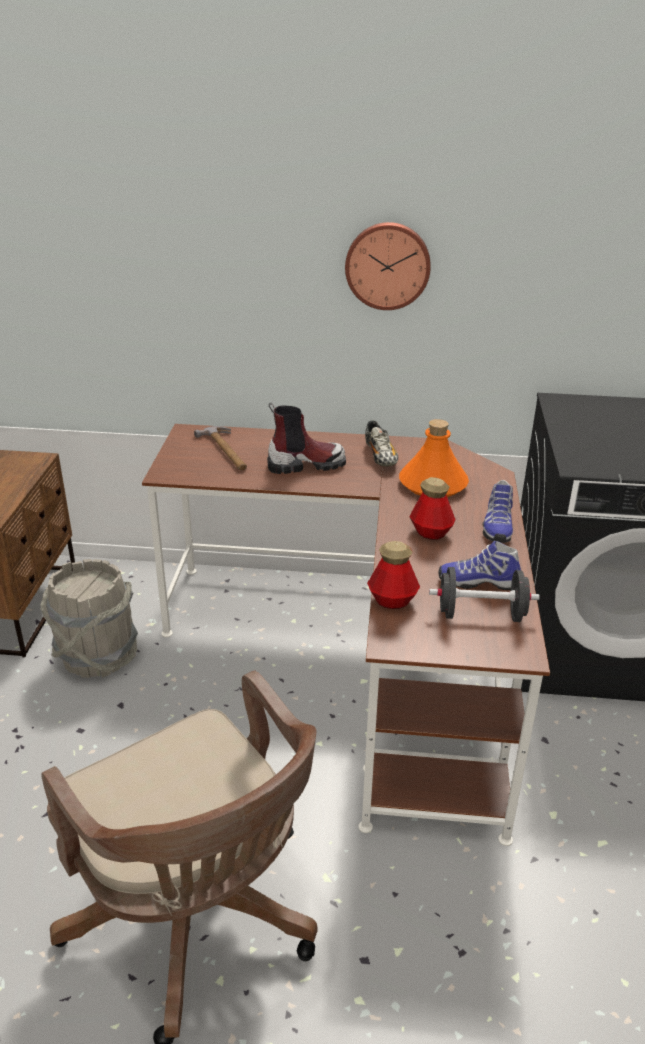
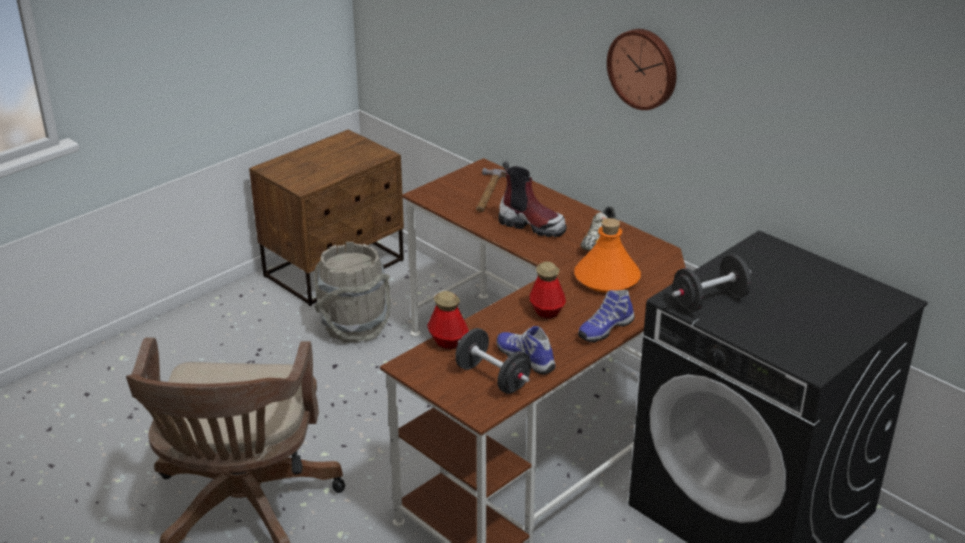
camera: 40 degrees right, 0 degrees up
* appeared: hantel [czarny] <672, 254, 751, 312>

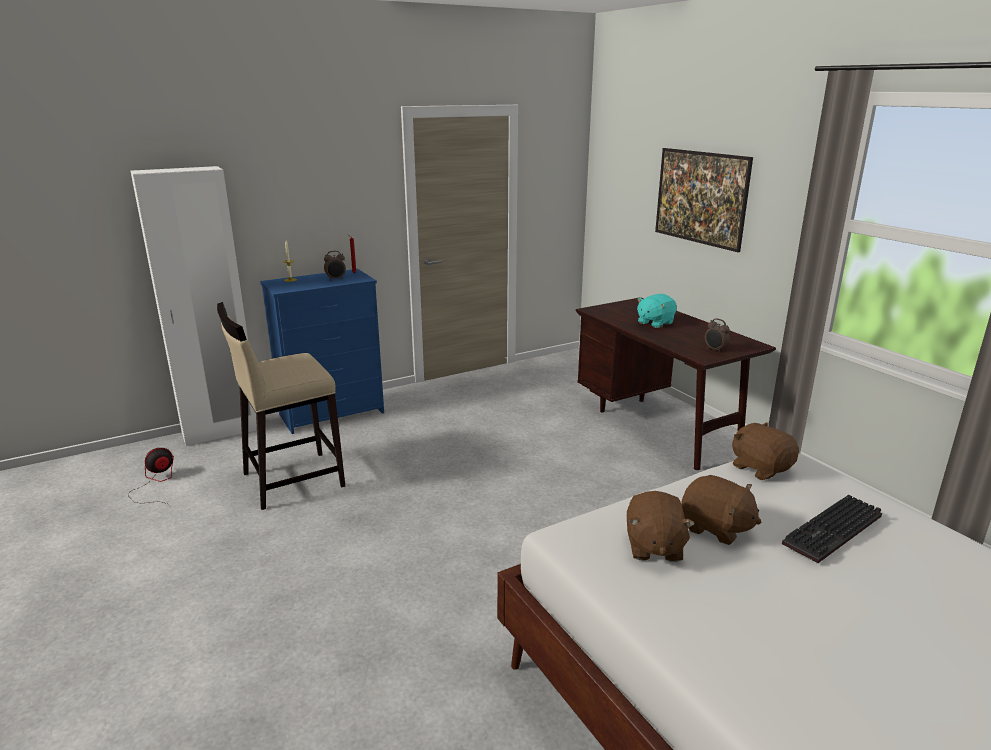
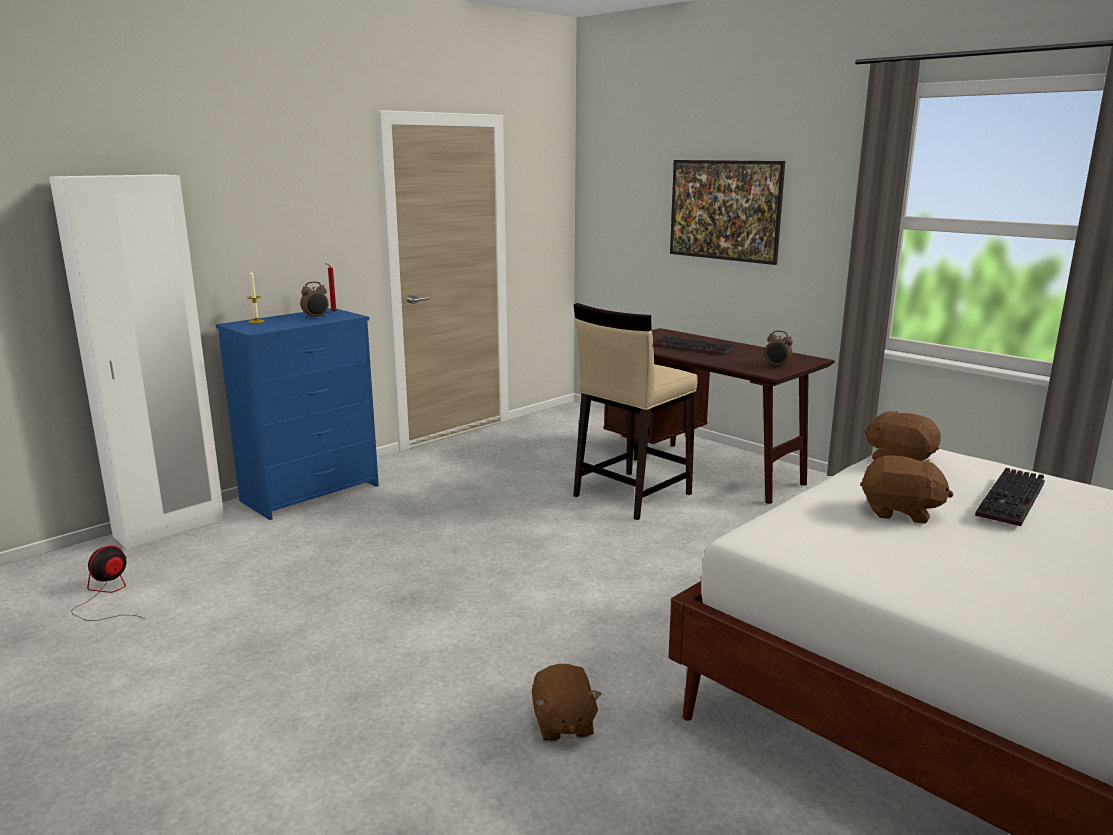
camera: 15 degrees left, 5 degrees down
* relocated: pluszak [brązowy] <627, 491, 695, 562> to <532, 664, 602, 742>
* relocated: stołek [beżowy] <217, 302, 345, 510> to <573, 303, 698, 520>
* exchanged: pluszak [turkusowy] <637, 294, 677, 328> to klawiatura <654, 336, 734, 355>

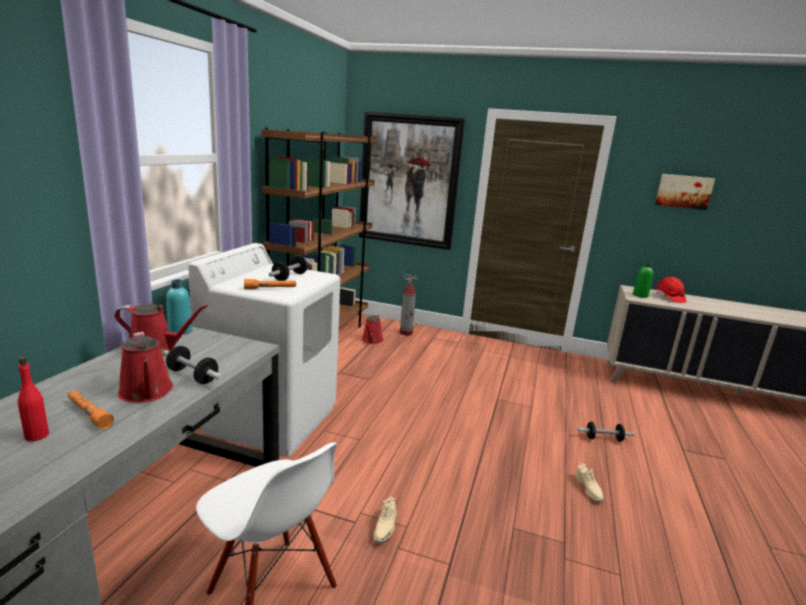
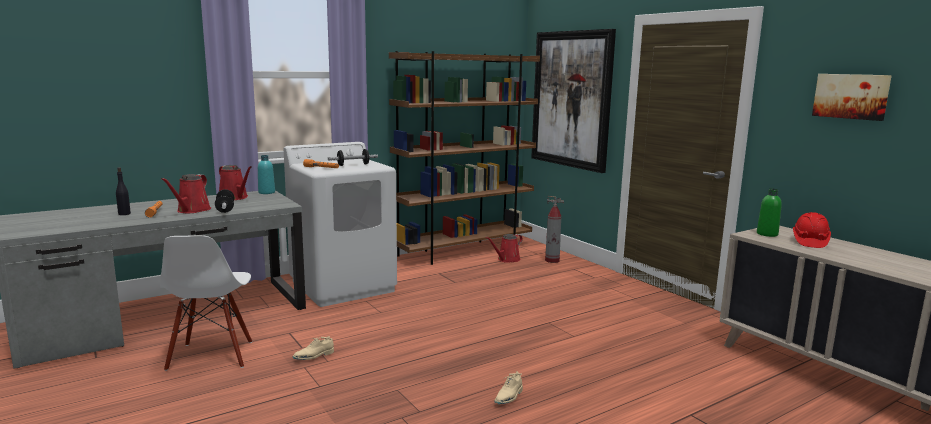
camera: 40 degrees right, 5 degrees down
* colour: butelka [czerwony] <18, 357, 49, 441> to butelka [czarny] <116, 167, 131, 215>
* missing: hantel <577, 422, 635, 442>

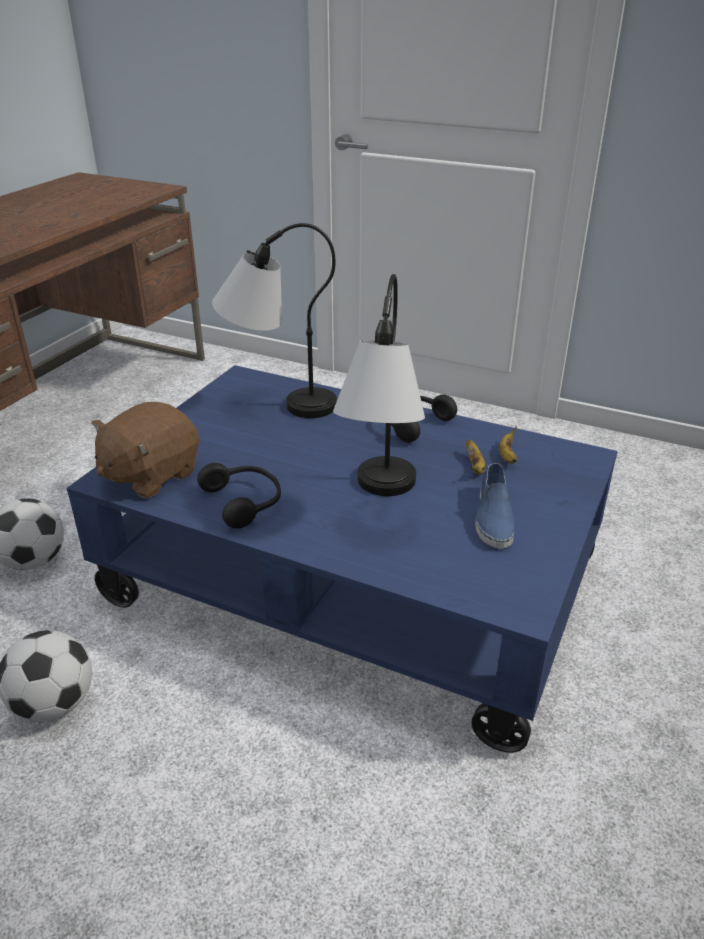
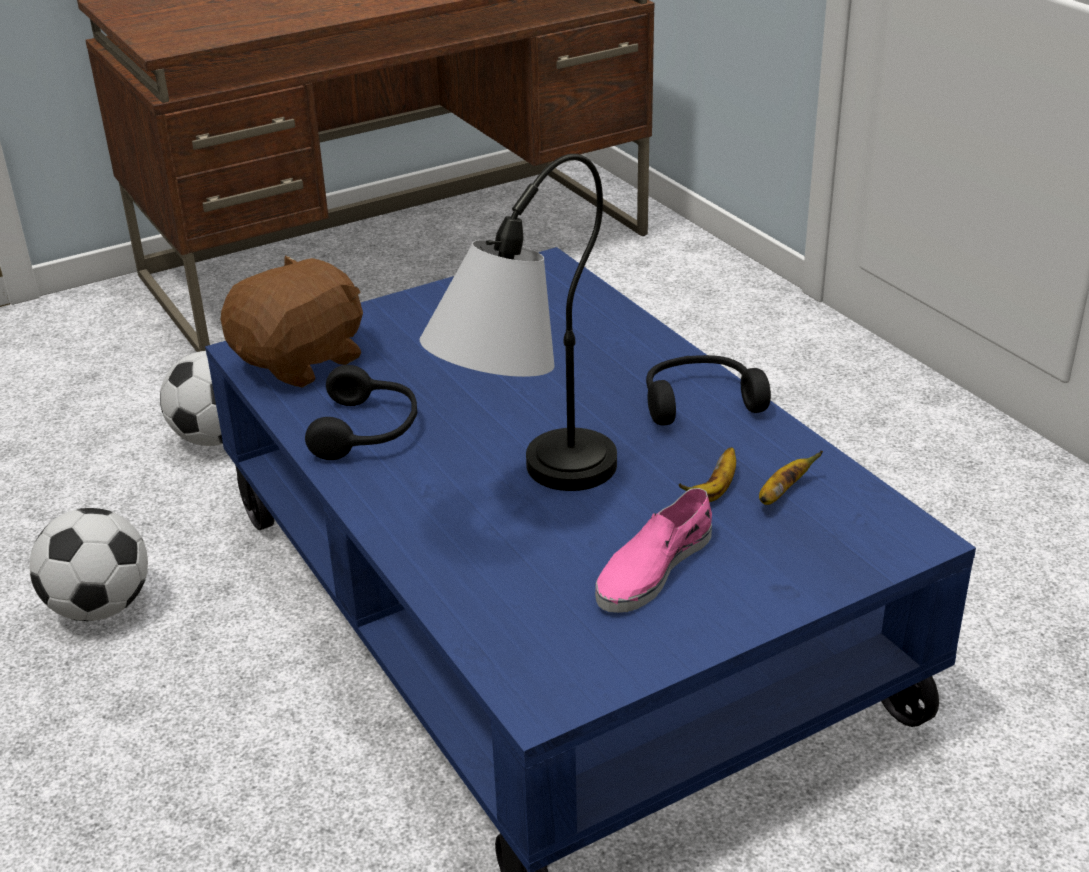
camera: 35 degrees right, 0 degrees up
* spun: pluszak [brązowy] <92, 402, 199, 498> = <221, 255, 363, 388> 150 degrees clockwise
* colour: but [niebieski] <475, 463, 514, 549> to but [różowy] <595, 488, 712, 613>
* missing: lampa stołowa <212, 223, 337, 418>

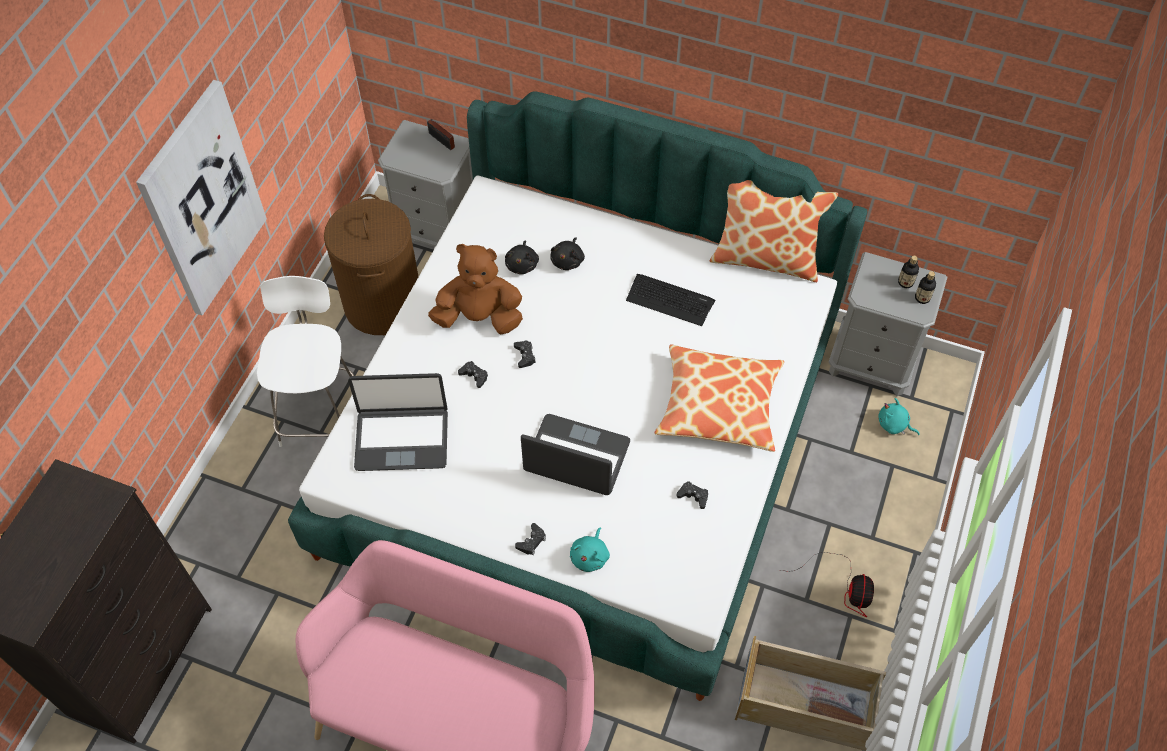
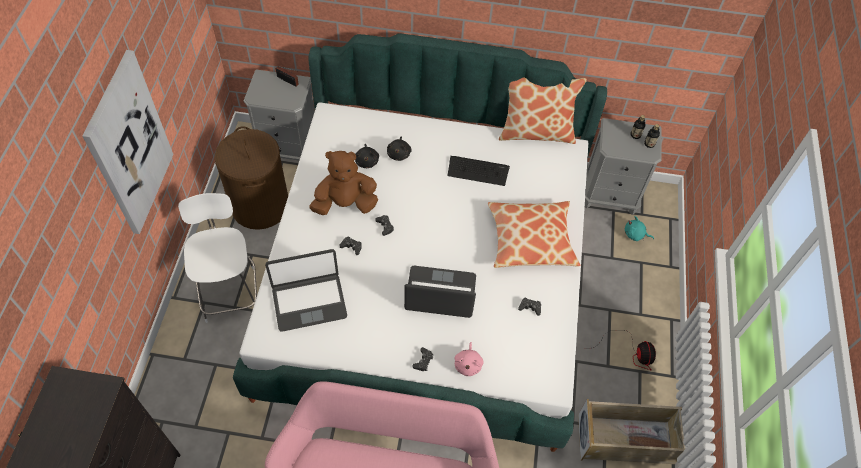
camera: 15 degrees left, 0 degrees up
* colour: pluszak [turkusowy] <570, 528, 610, 572> to pluszak [różowy] <455, 342, 484, 376>

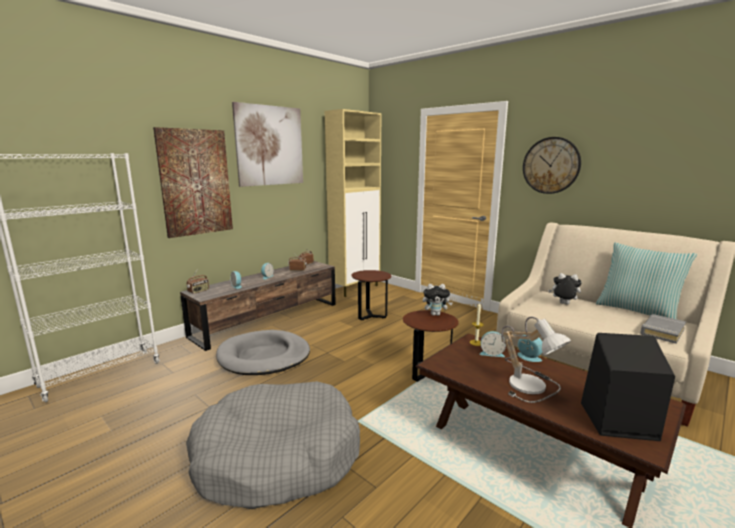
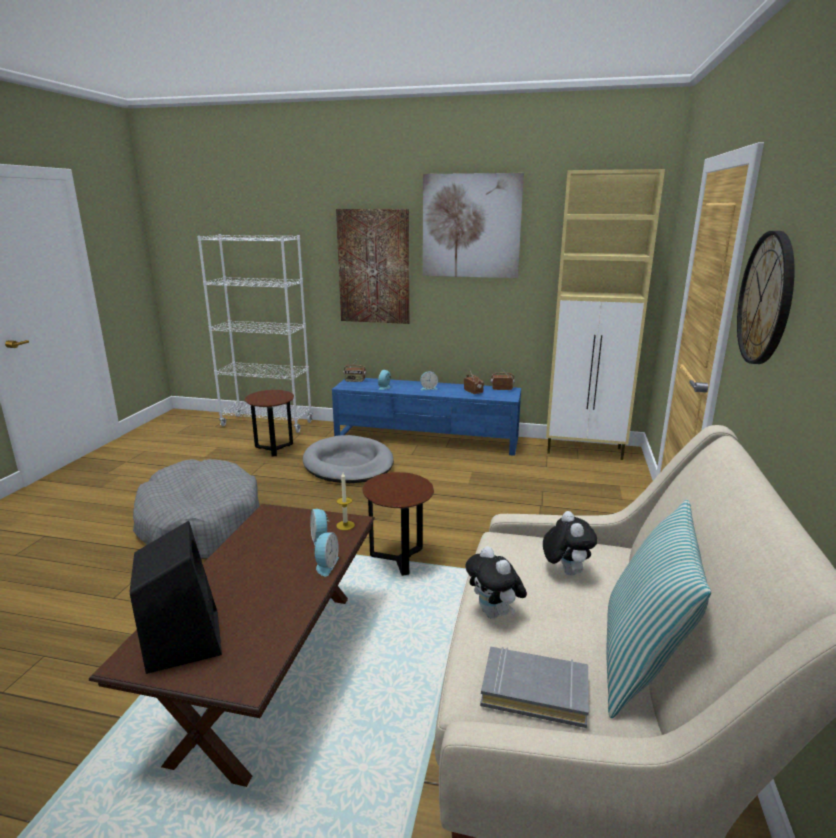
camera: 60 degrees right, 5 degrees up
* relocated: stolik [brązowy] <351, 270, 392, 320> to <245, 390, 294, 457>
* colour: szafka pod telewizor [brązowy] <180, 261, 336, 351> to szafka pod telewizor [niebieski] <332, 378, 521, 456>
* relocated: pluszak <423, 284, 452, 316> to <465, 546, 527, 619>
* missing: lampa stołowa <501, 317, 571, 403>

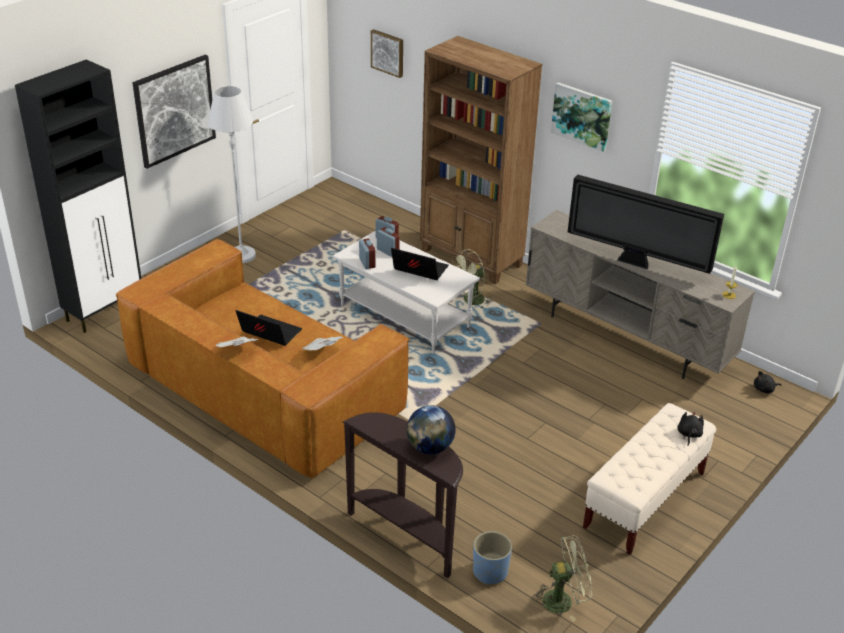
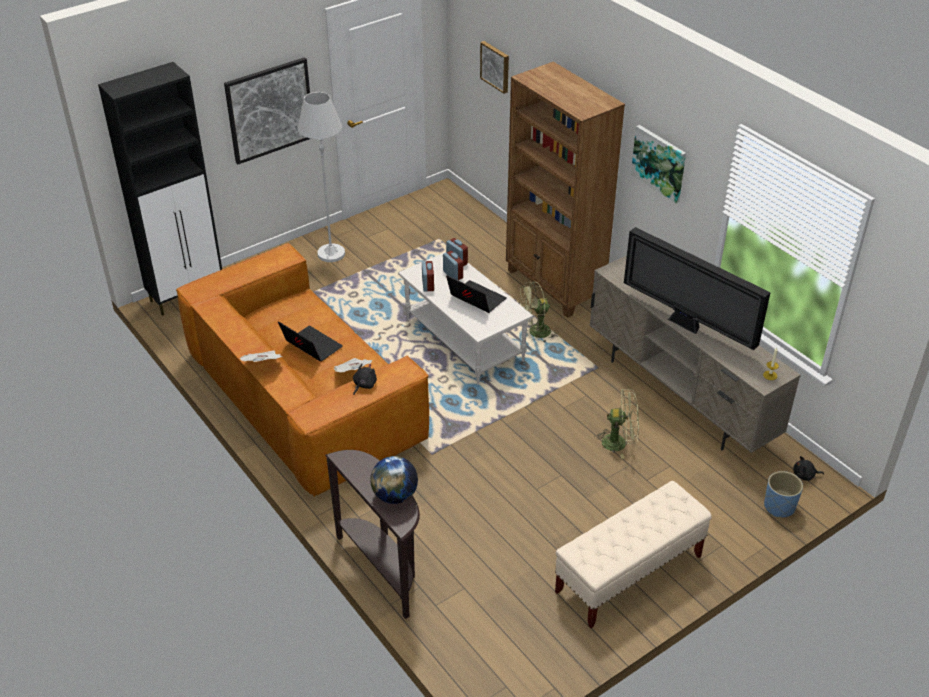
camera: 15 degrees right, 5 degrees up
* relocated: pluszak [czarny] <677, 411, 704, 446> to <353, 364, 377, 395>
* relocated: wentylator [zielony] <532, 535, 592, 622> to <594, 389, 639, 459>
* relocated: donica [niebieski] <473, 531, 512, 585> to <764, 471, 803, 517>

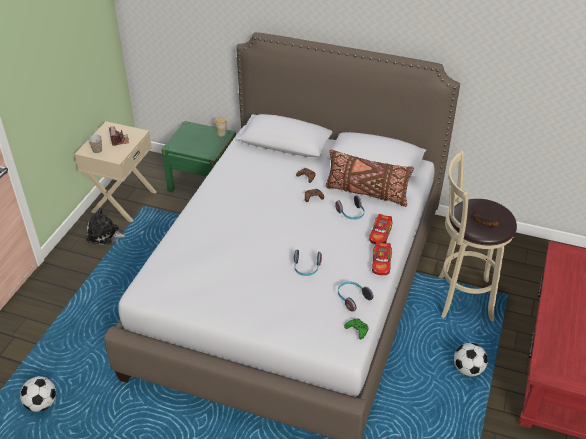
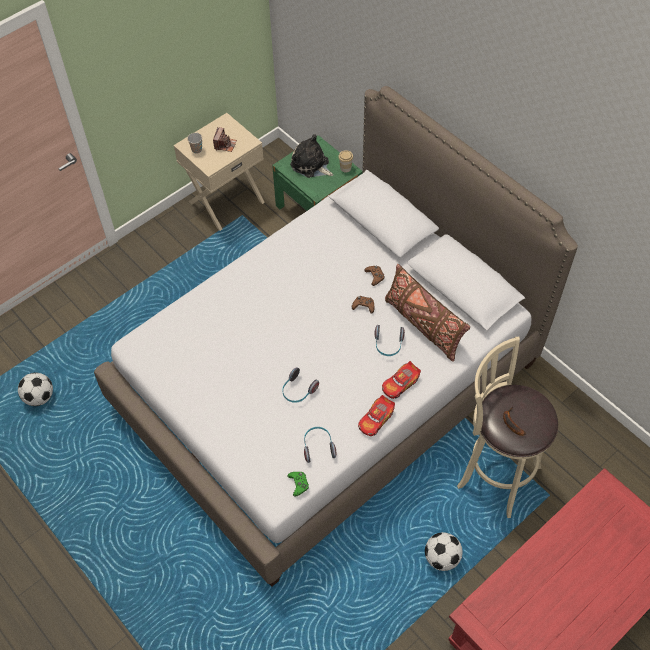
camera: 30 degrees right, 15 degrees up
* relocated: pluszak <87, 208, 126, 245> to <290, 134, 334, 178>

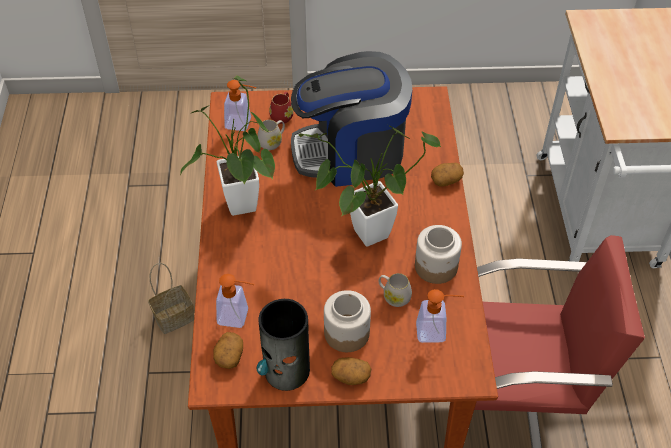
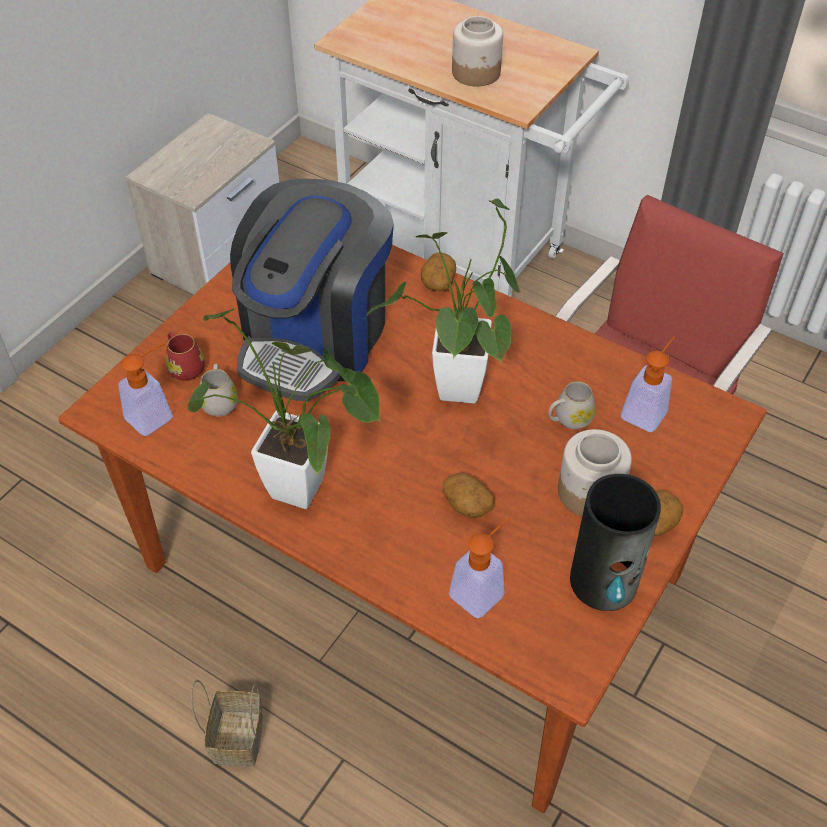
camera: 55 degrees left, 0 degrees up
* appeared: szafka nocna <125, 113, 279, 294>
* relocated: ziemniak <213, 332, 243, 369> to <442, 473, 495, 518>
* relocated: słoik <415, 225, 462, 284> to <452, 16, 503, 86>

